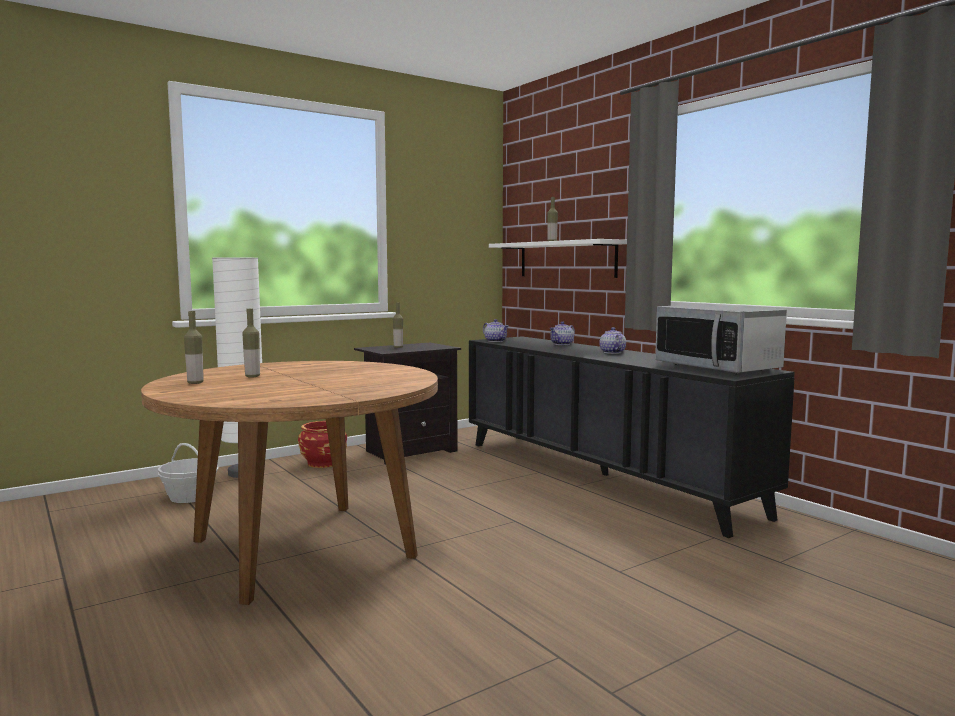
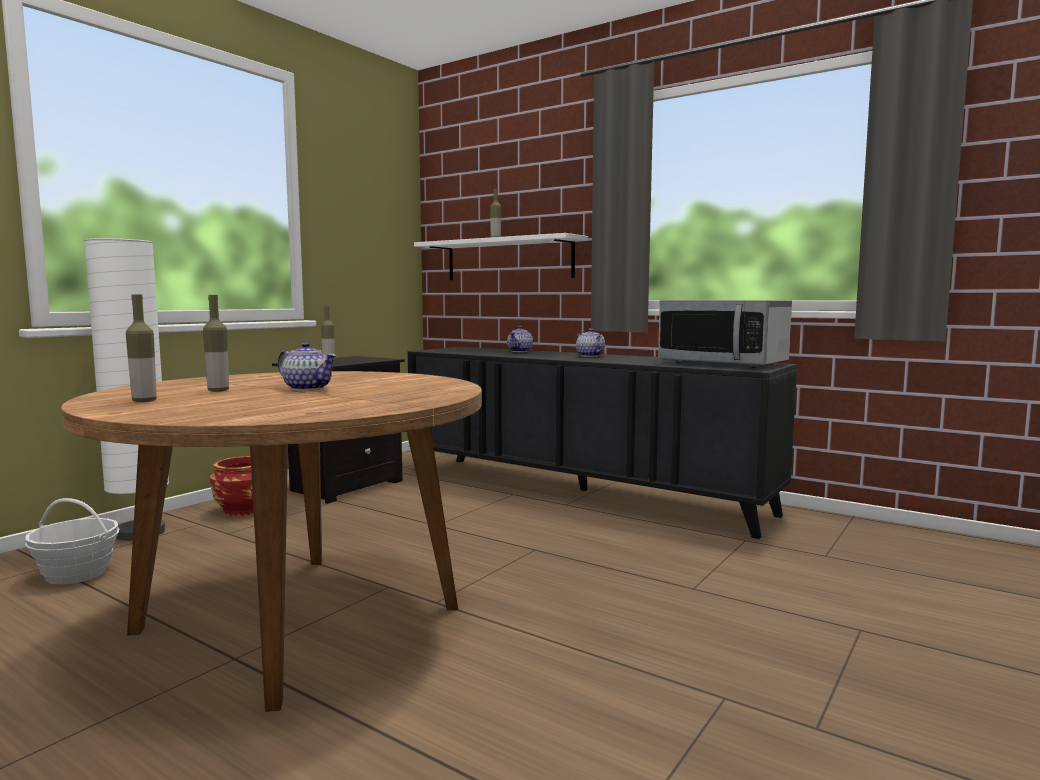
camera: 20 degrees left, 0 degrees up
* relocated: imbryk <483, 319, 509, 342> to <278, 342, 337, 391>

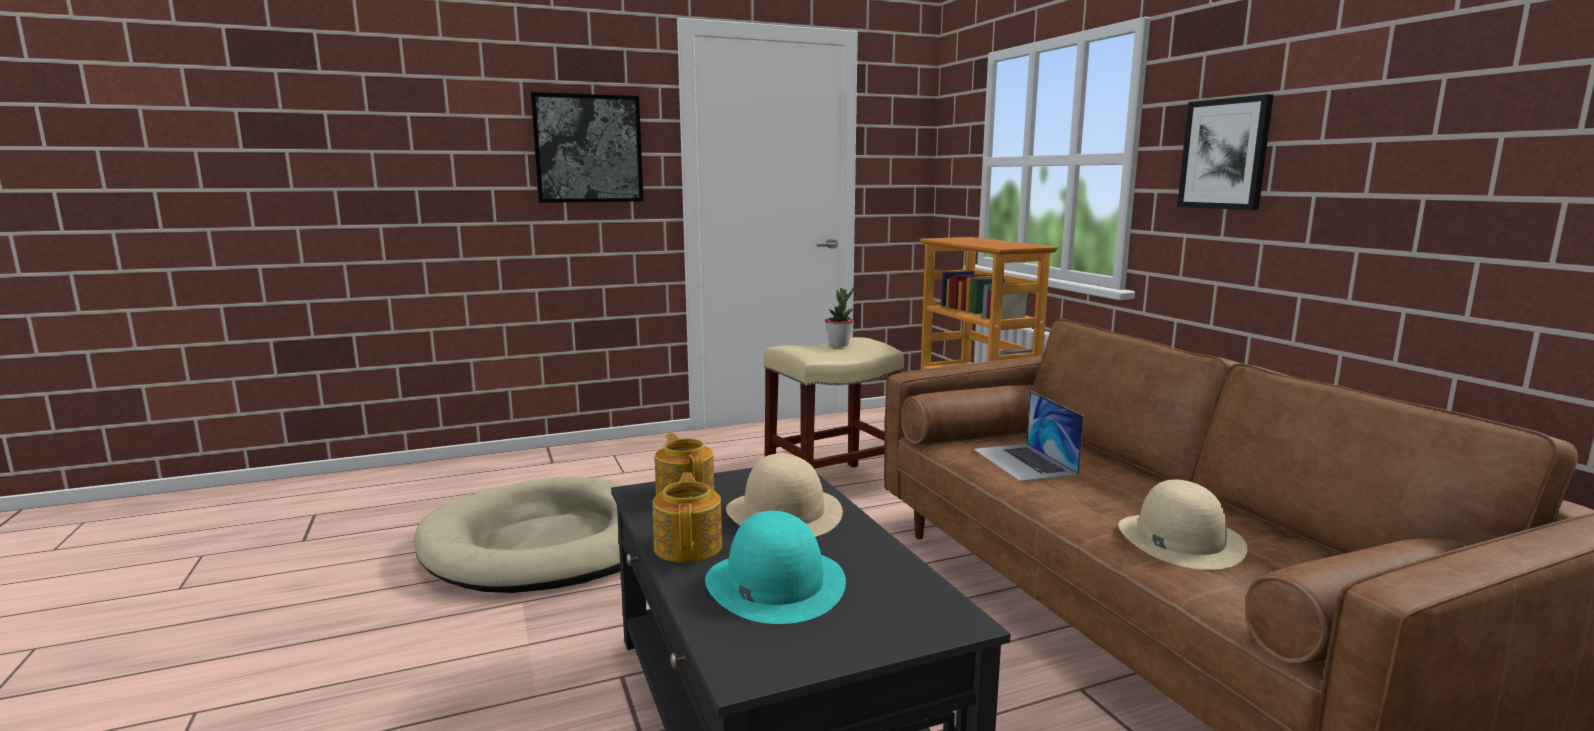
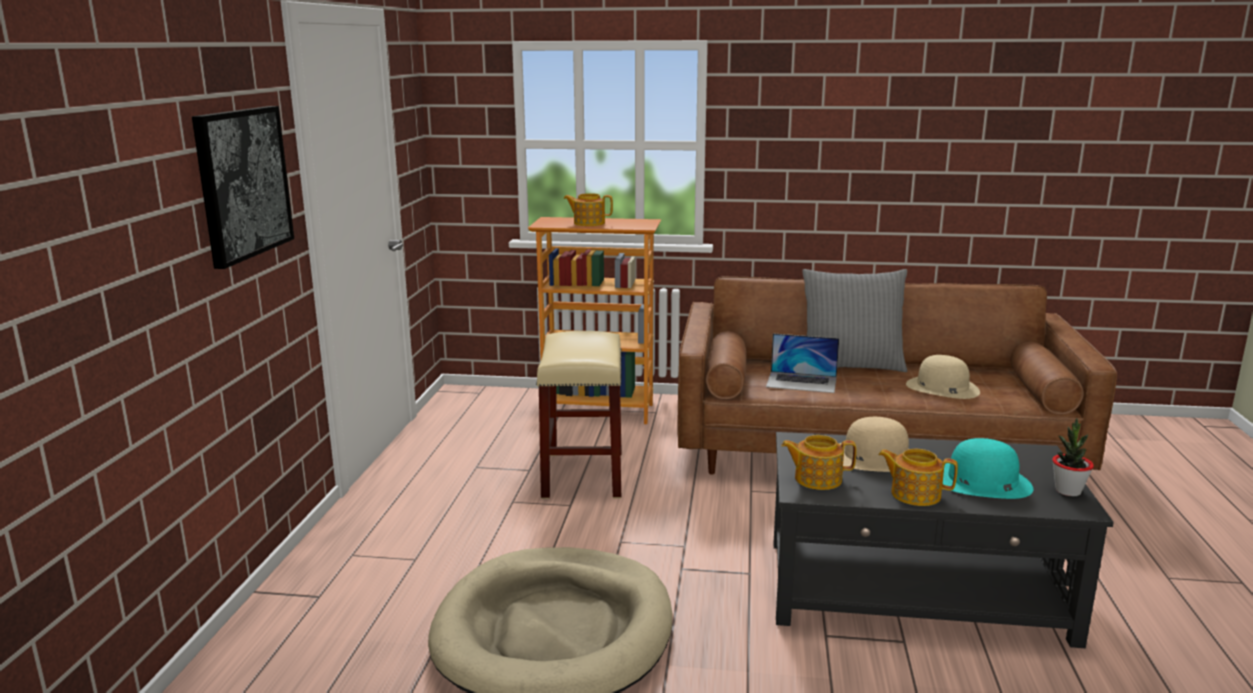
camera: 60 degrees left, 5 degrees up
* appeared: imbryk <563, 193, 613, 226>
* appeared: poduszka [szary] <802, 269, 907, 372>
* relocated: roślina doniczkowa <825, 288, 854, 347> to <1052, 418, 1094, 496>
* missing: obraz <1177, 94, 1274, 210>

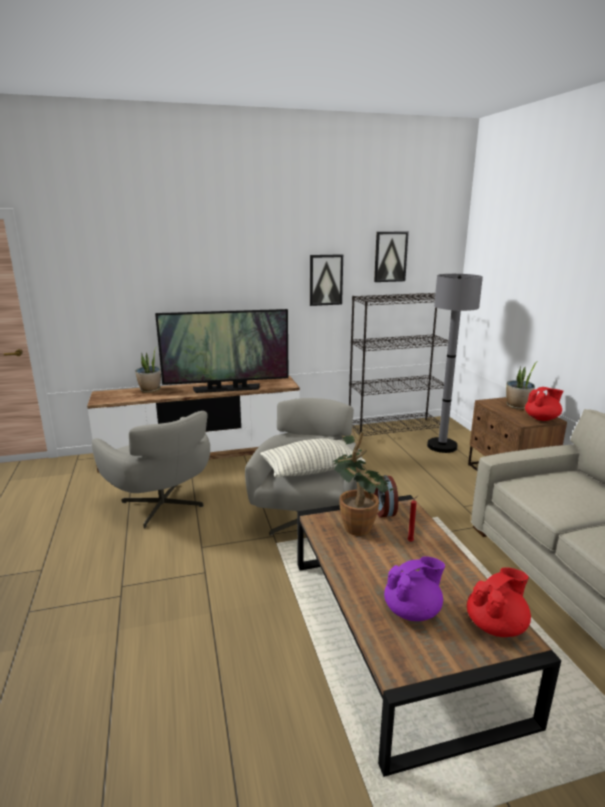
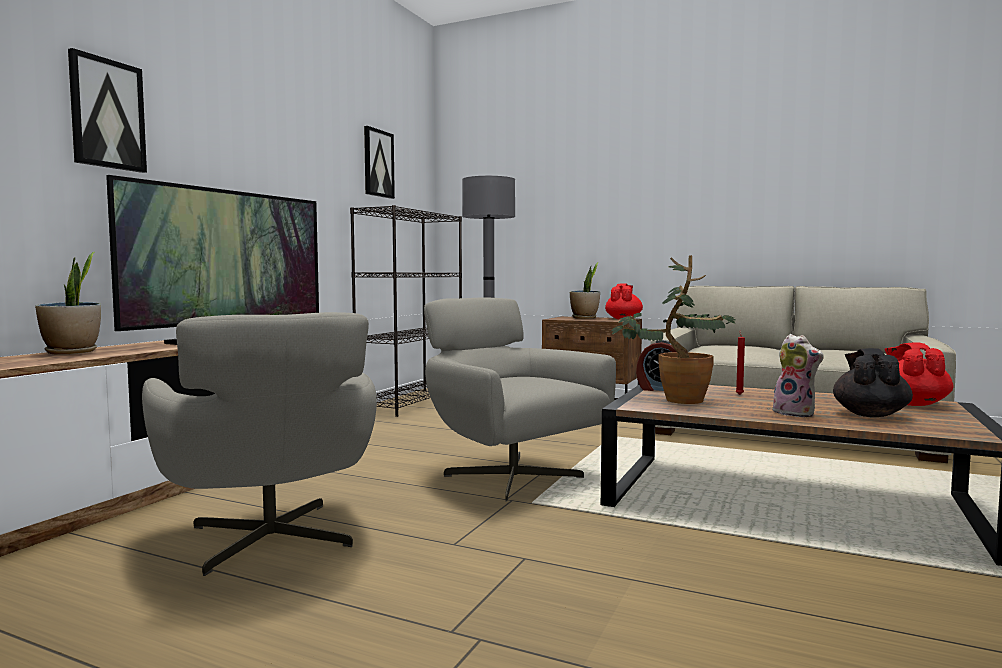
camera: 50 degrees left, 15 degrees down
* relocated: obraz <310, 254, 343, 306> to <68, 48, 147, 173>
* spun: fotel [szary] <92, 411, 210, 528> = <142, 312, 377, 576> 60 degrees clockwise
* appeared: pluszak <772, 334, 824, 417>
* colour: imbryk [fioletowy] <384, 556, 445, 621> to imbryk [czarny] <833, 348, 913, 417>
* missing: poduszka <260, 438, 365, 478>

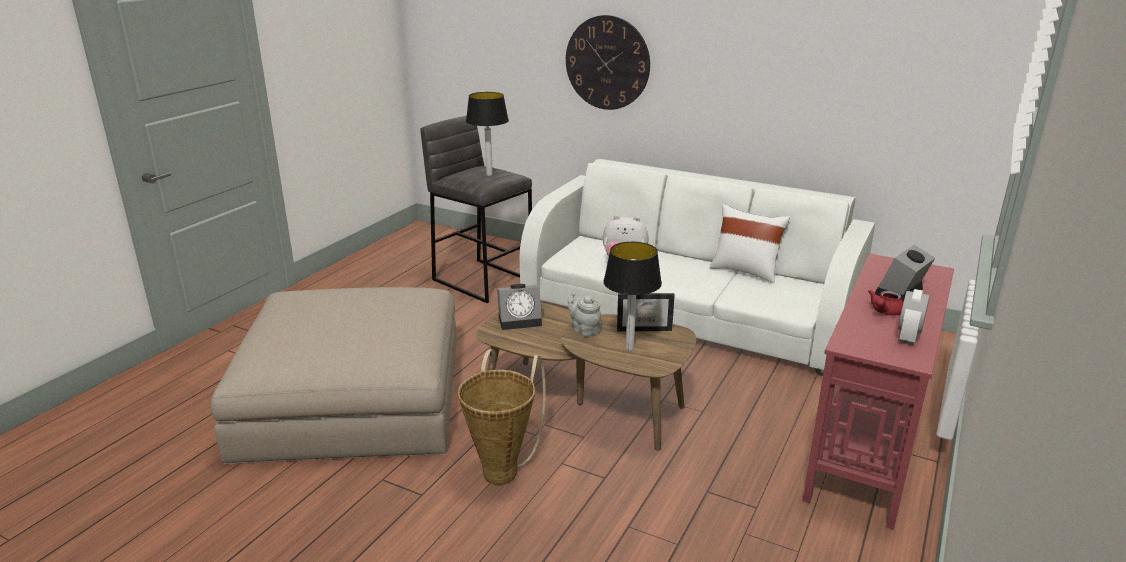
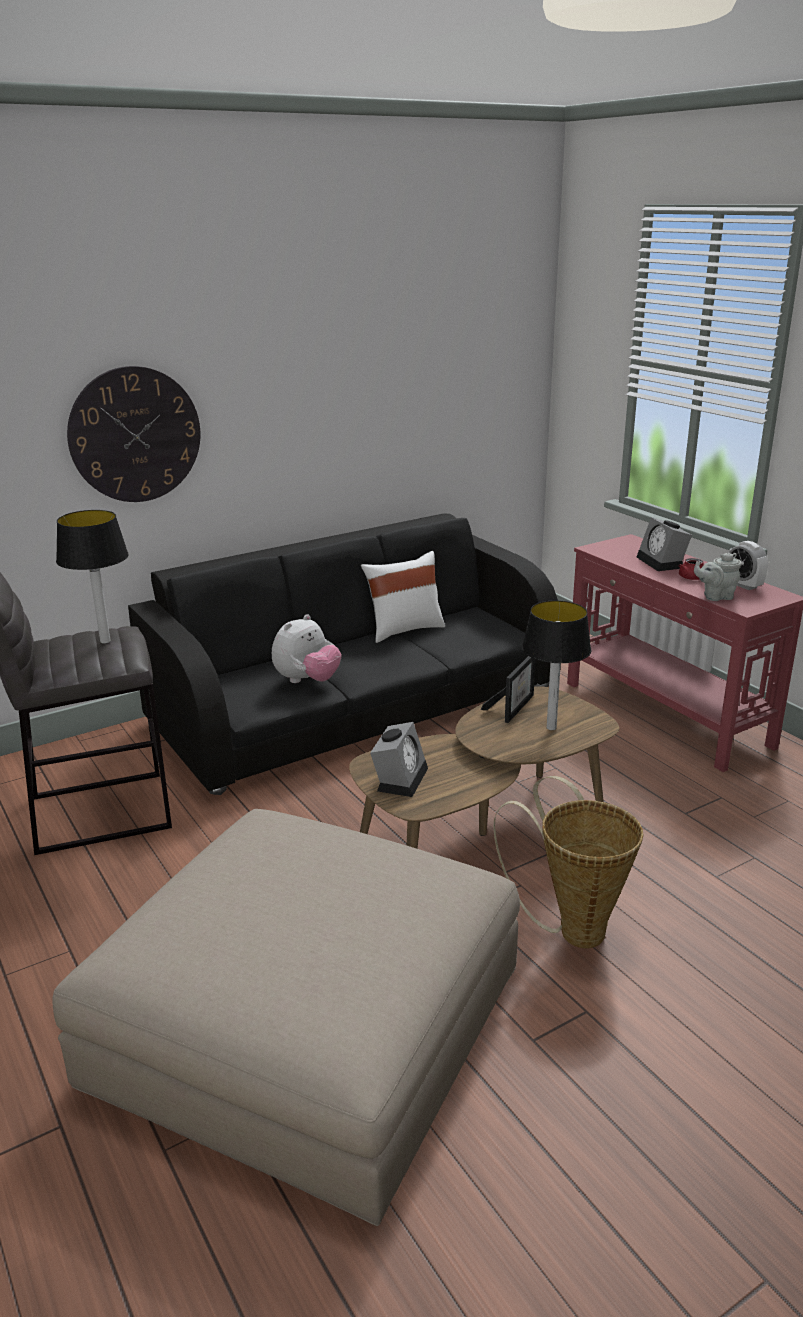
camera: 60 degrees left, 0 degrees up
* colour: kanapa [biały] <520, 159, 875, 376> to kanapa [czarny] <128, 513, 558, 795>
* relocated: imbryk [szary] <568, 292, 601, 337> to <694, 553, 742, 601>

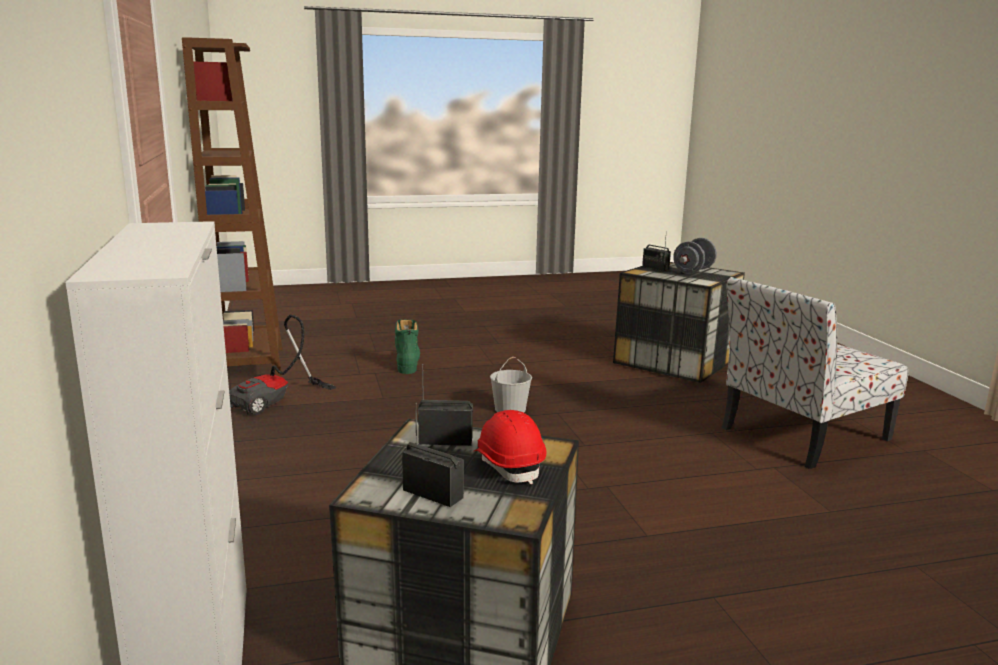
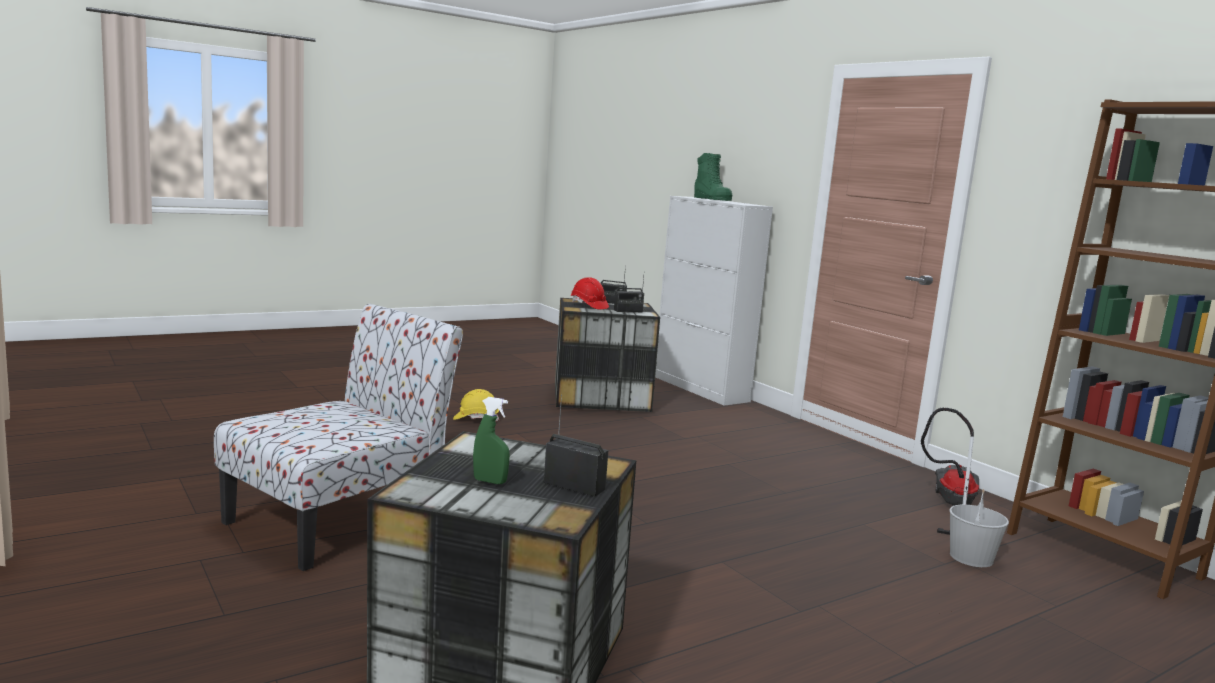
camera: 160 degrees right, 5 degrees down
* appeared: kask [żółty] <453, 389, 499, 421>
* exchanged: hantel [szary] <673, 238, 717, 274> to spryskiwacz [zielony] <473, 397, 510, 484>
* relocated: but z cholewką [zielony] <395, 320, 420, 374> to <694, 153, 732, 201>
* relocated: wiadro [biały] <490, 357, 532, 413> to <949, 489, 1009, 567>

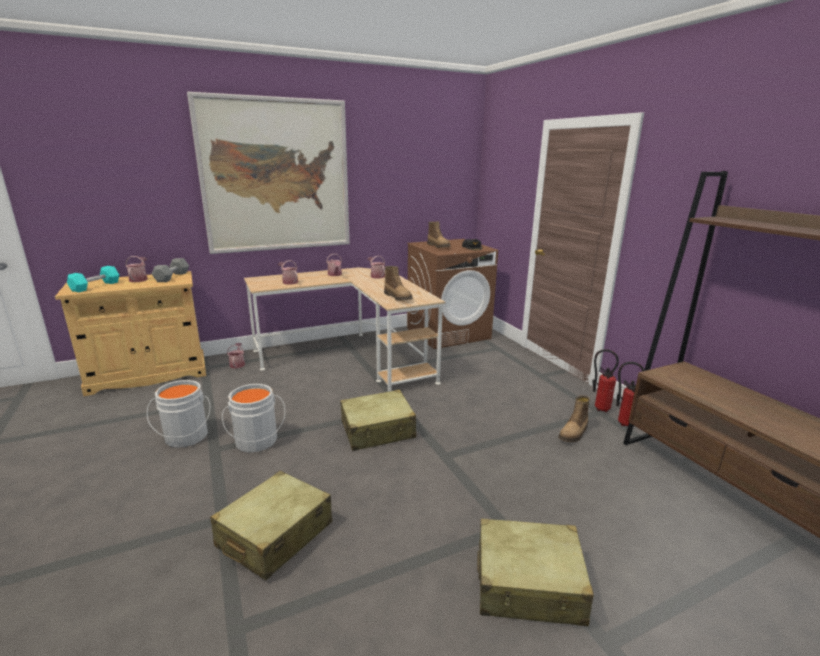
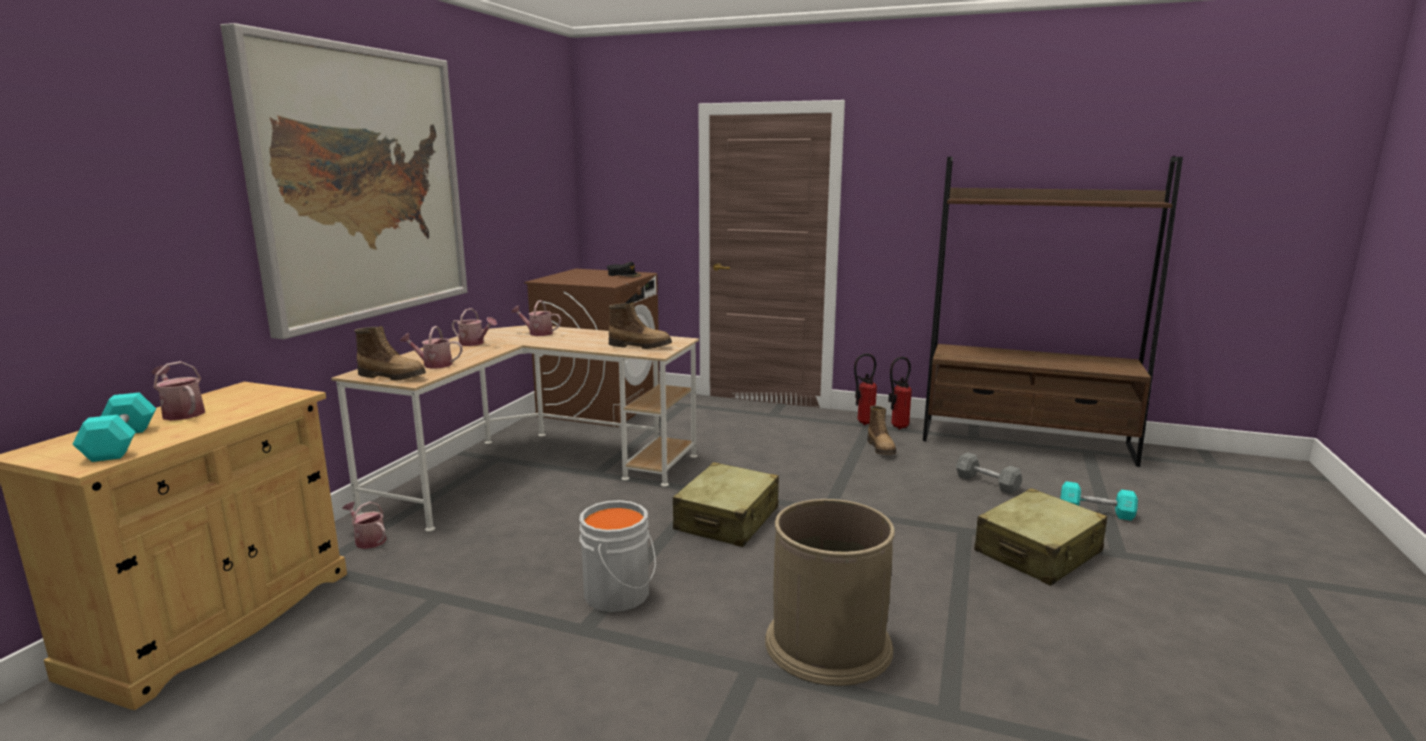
camera: 45 degrees left, 5 degrees down
* relocated: but z cholewką <427, 221, 451, 248> to <354, 326, 426, 381>
* exchanged: walizka [beżowy] <210, 471, 332, 580> to kosz na śmieci [brązowy] <765, 499, 895, 686>
* relocated: hantel [szary] <152, 258, 189, 282> to <956, 452, 1022, 494>
* appeared: hantel [turkusowy] <1060, 481, 1138, 521>
* missing: wiadro [szary] <147, 380, 210, 448>

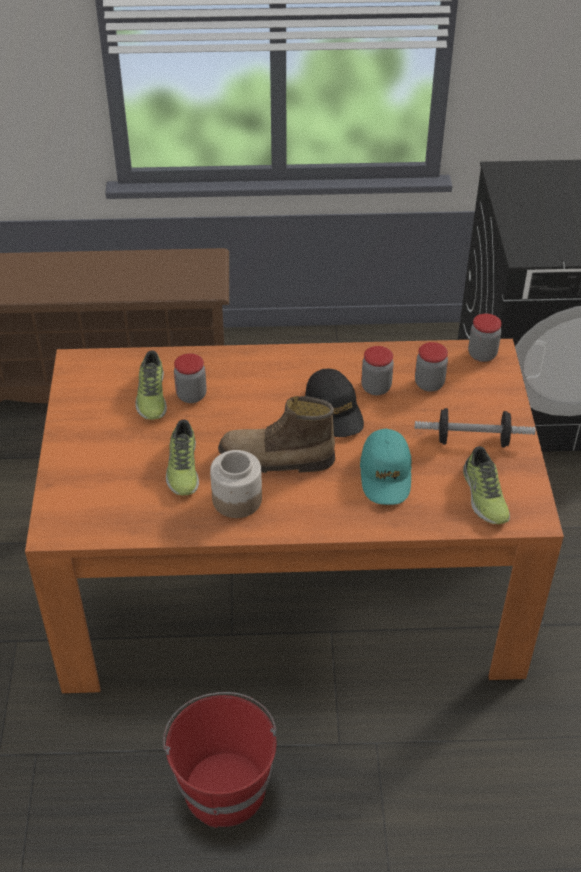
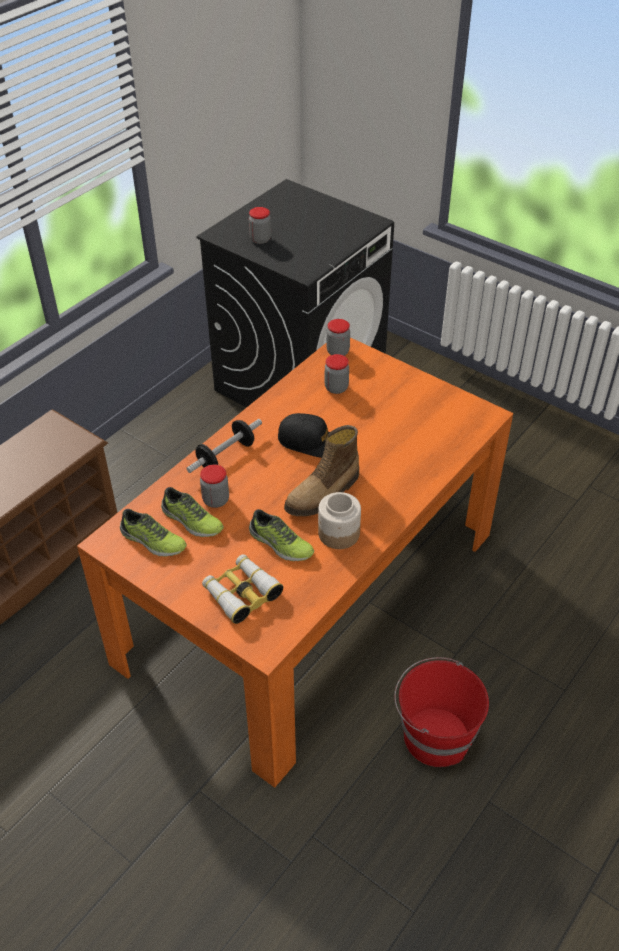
camera: 50 degrees left, 0 degrees up
* relocated: but <463, 446, 510, 524> to <120, 509, 187, 557>
* relocated: hantel <415, 408, 536, 448> to <186, 419, 262, 473>
* appeared: lornetka <202, 554, 283, 624>
* relocated: słoik <361, 346, 394, 395> to <249, 207, 271, 244>
* missing: czapka z daszkiem [turkusowy] <360, 429, 412, 505>

